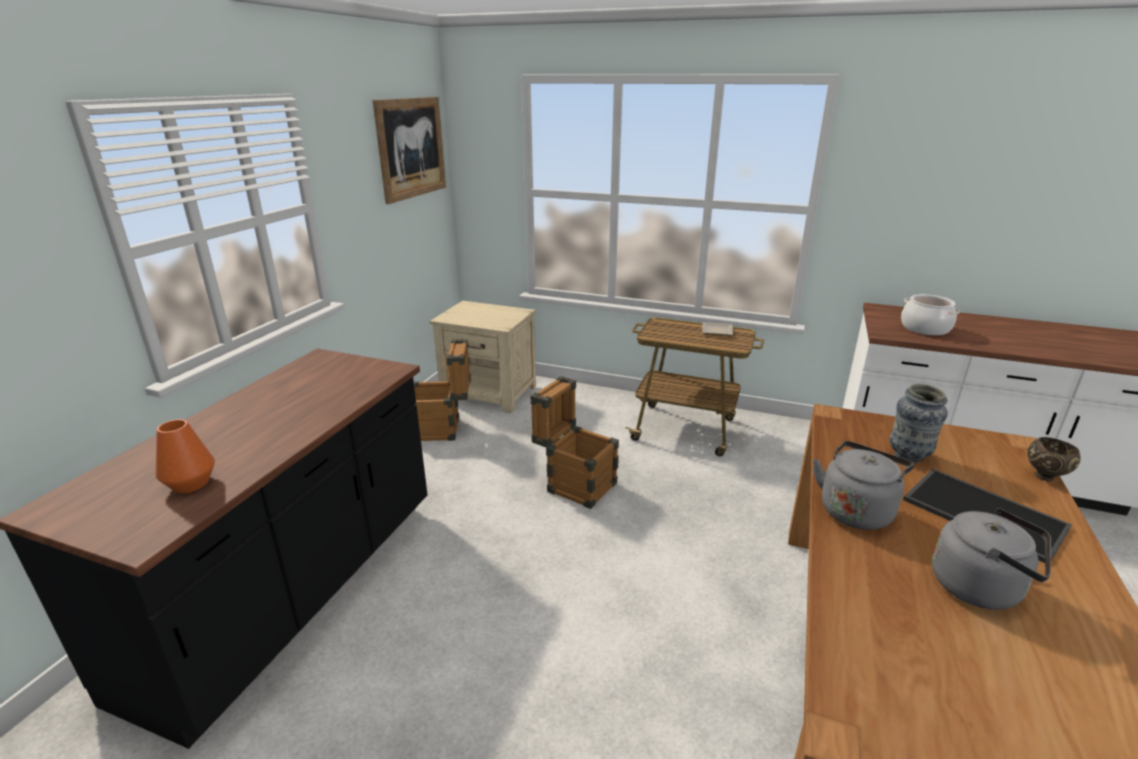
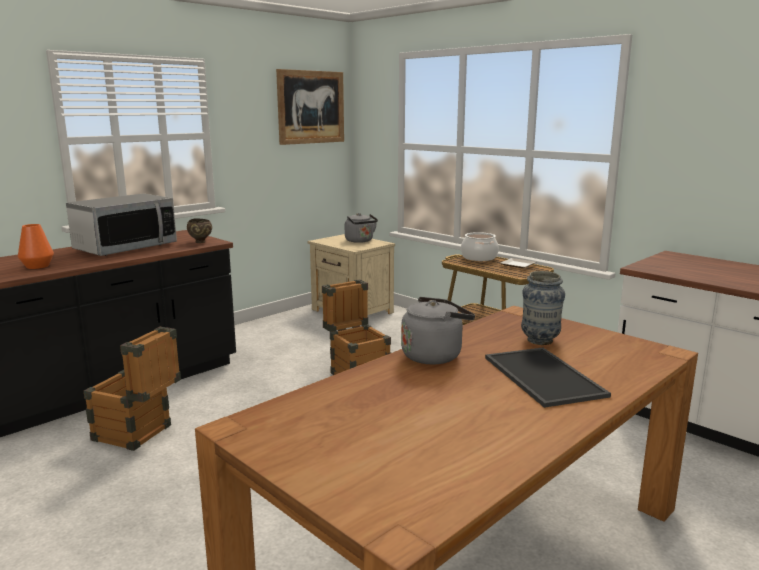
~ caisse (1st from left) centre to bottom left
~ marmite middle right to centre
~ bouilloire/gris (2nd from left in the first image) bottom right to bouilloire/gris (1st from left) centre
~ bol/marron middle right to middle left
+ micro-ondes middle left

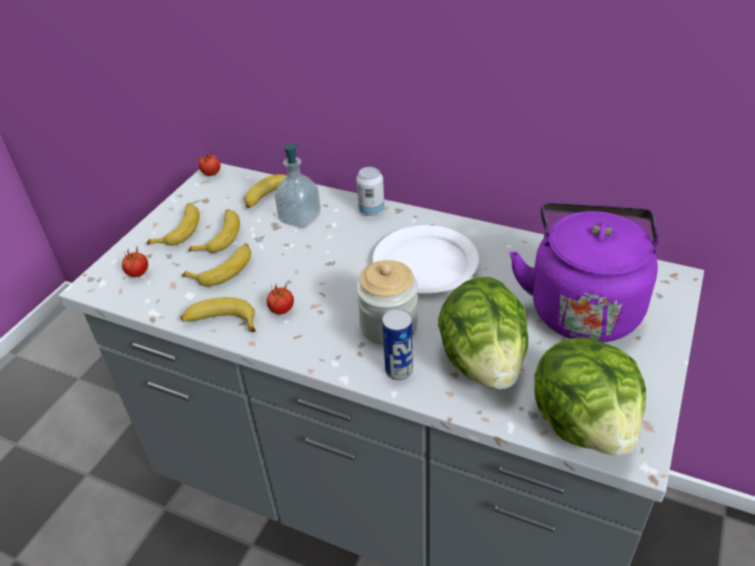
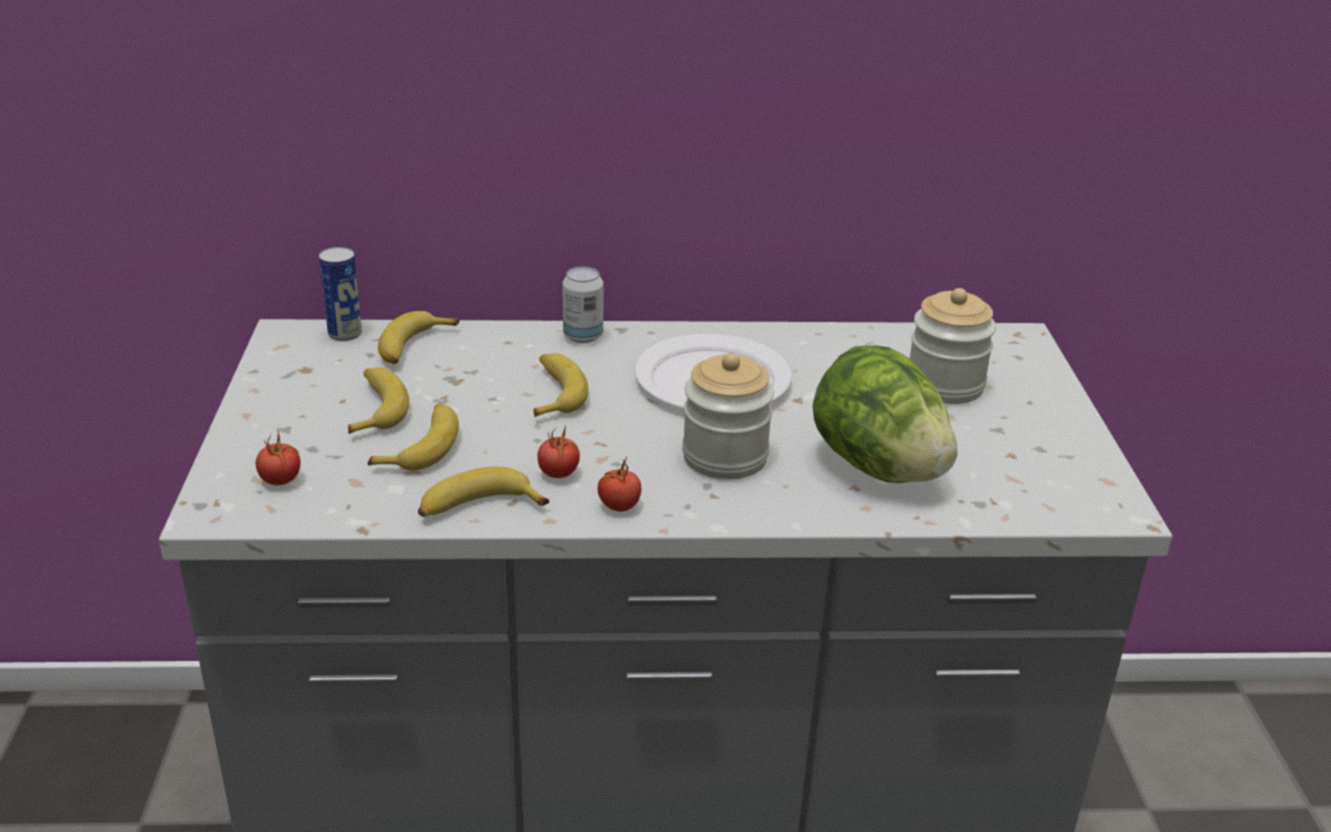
~ banane (1st from left in the first image) middle left to banane (5th from left) centre
~ tomate (2nd from left in the first image) top left to tomate (3rd from left) centre
- distributeur de savon top centre
~ boîte métallique (2nd from left in the first image) centre to boîte métallique (1st from left) middle left
~ bouilloire/violet middle right to bocal (2nd from left) middle right
- laitue (2nd from left) bottom right

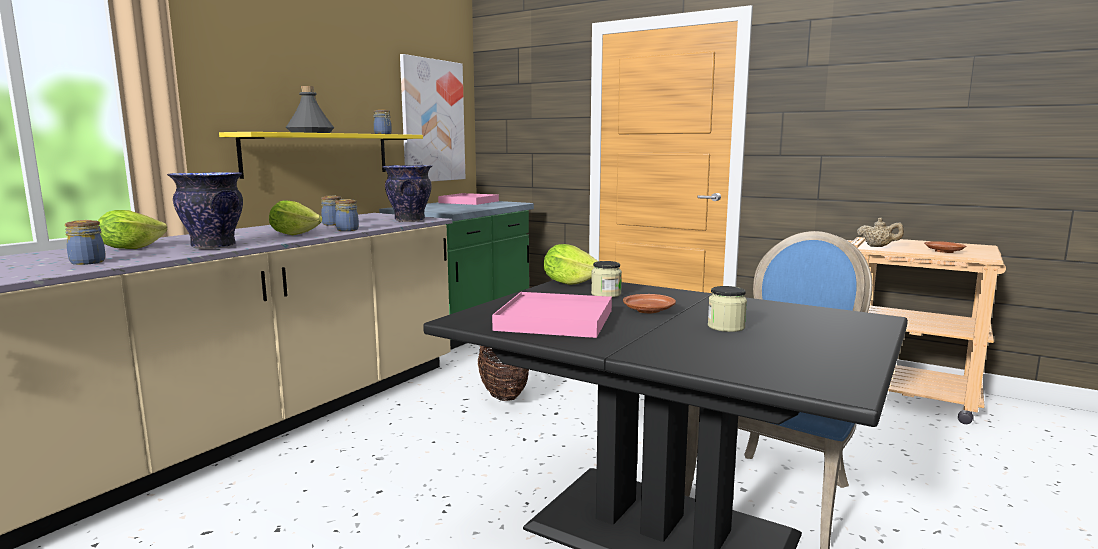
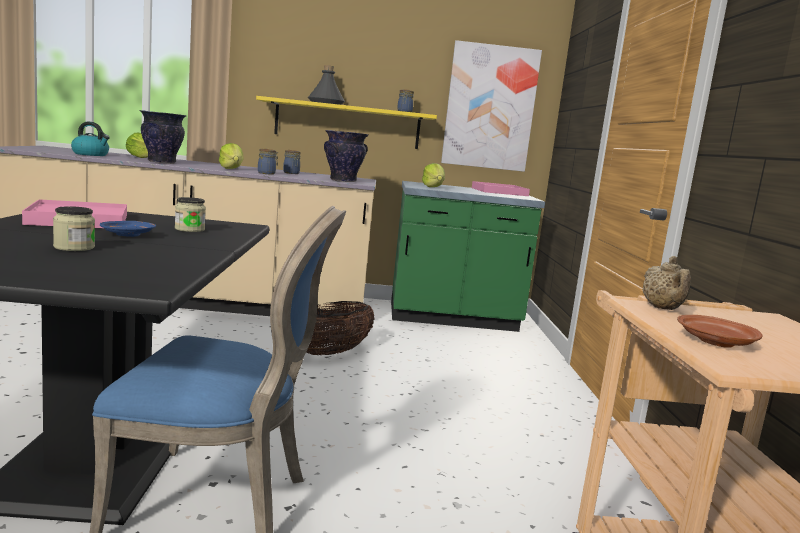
~ bocal (1st from left) middle left to bouilloire top left
~ laitue (3rd from left) centre to top centre
~ assiette/marron (1st from left) centre to assiette/bleu middle left

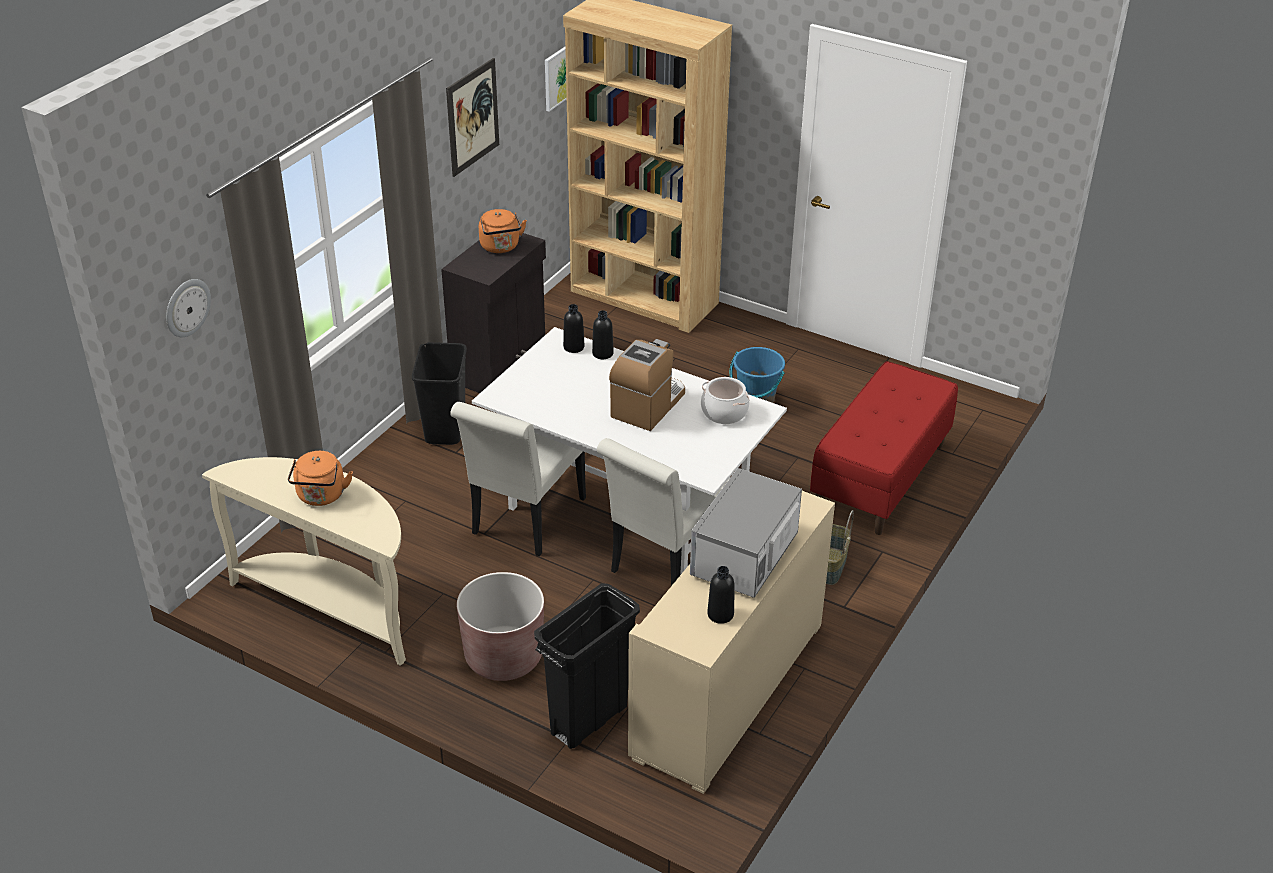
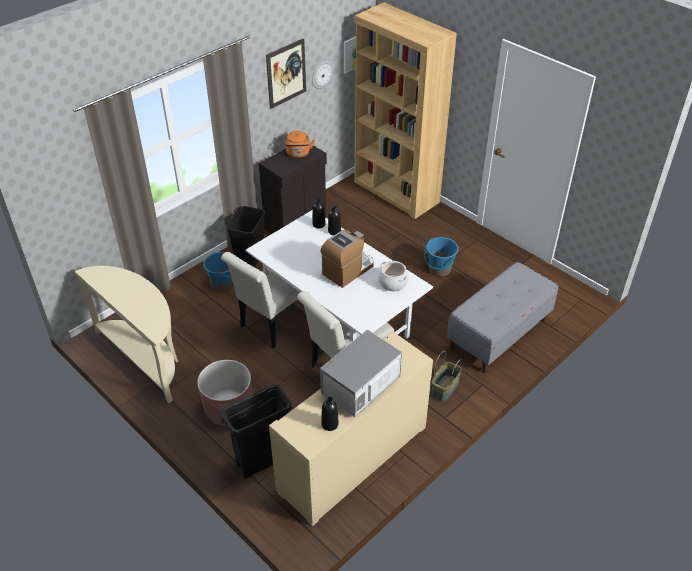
~ horloge murale middle left to top centre
- bouilloire/orange (1st from left) middle left
~ banc/rouge middle right to banc/gris middle right
+ seau/bleu (1st from left) middle left

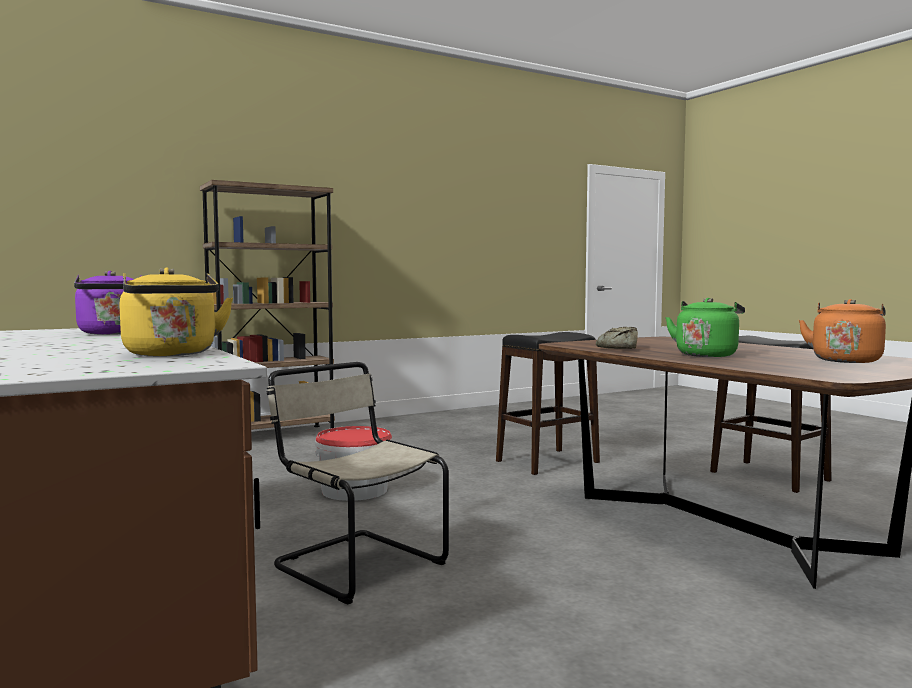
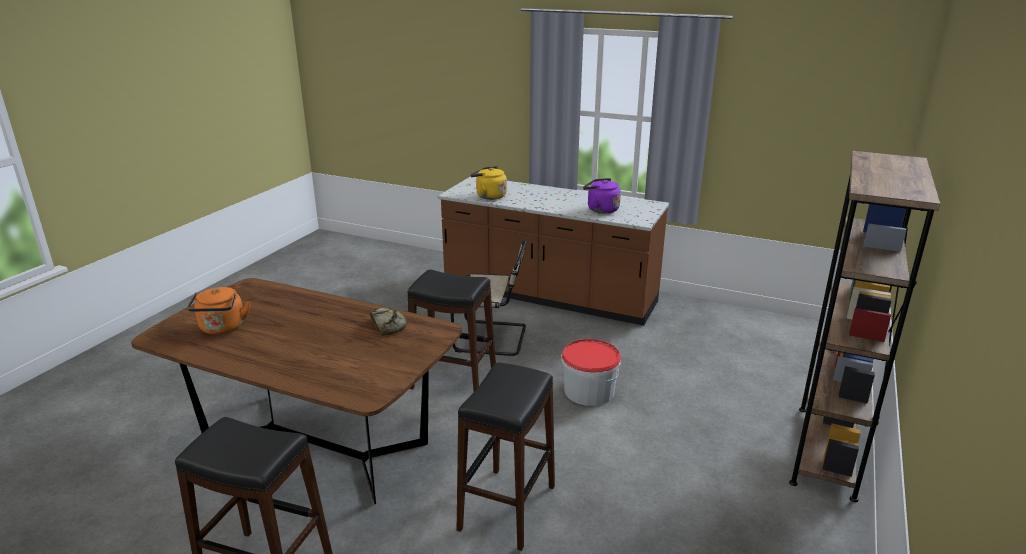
- bouilloire/vert middle right
+ tabouret/noir (2nd from left) centre

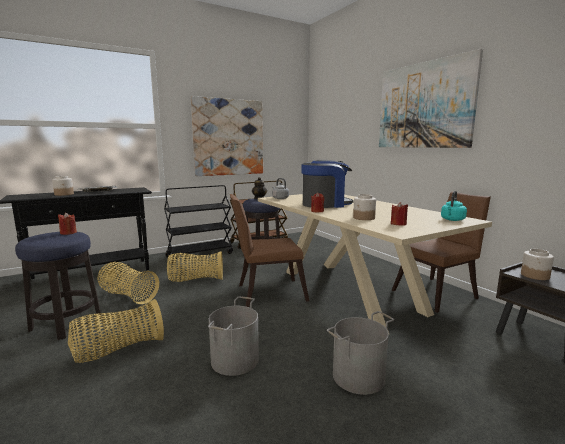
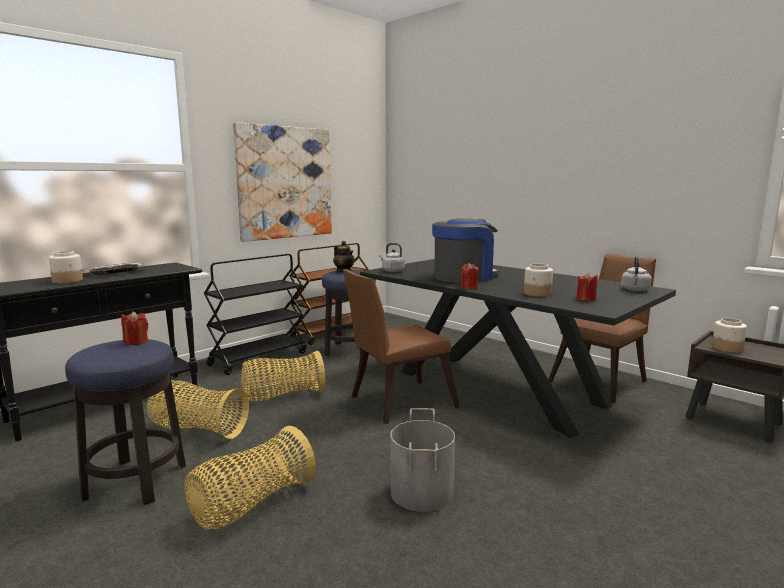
~ table à manger/beige centre to table à manger/noir centre
- seau/gris (2nd from left) bottom centre
- tableau (2nd from left) top right
~ bouilloire/turquoise middle right to bouilloire/gris (2nd from left) middle right

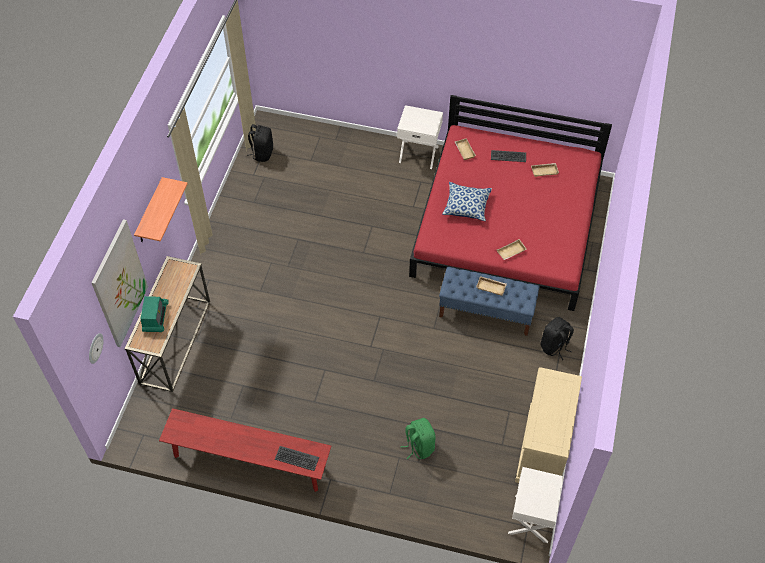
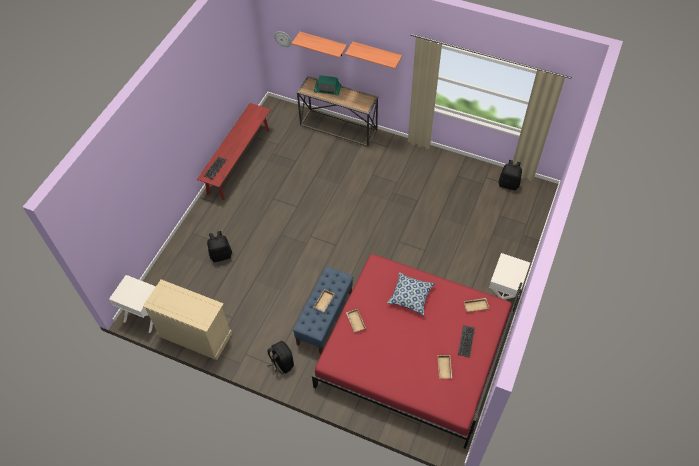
~ tableau middle left to étagère (1st from left) top centre
~ sac à dos/vert bottom centre to sac à dos/noir (1st from left) middle left

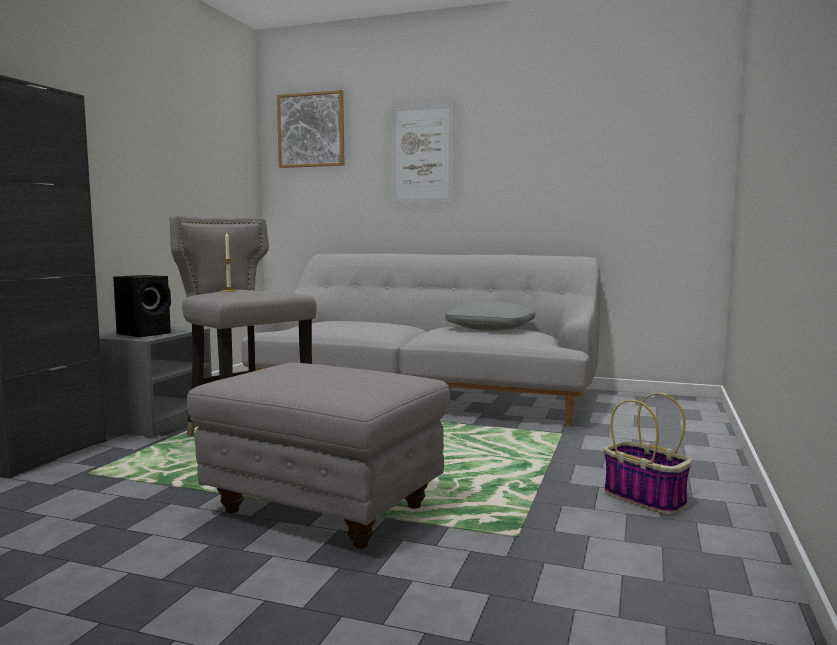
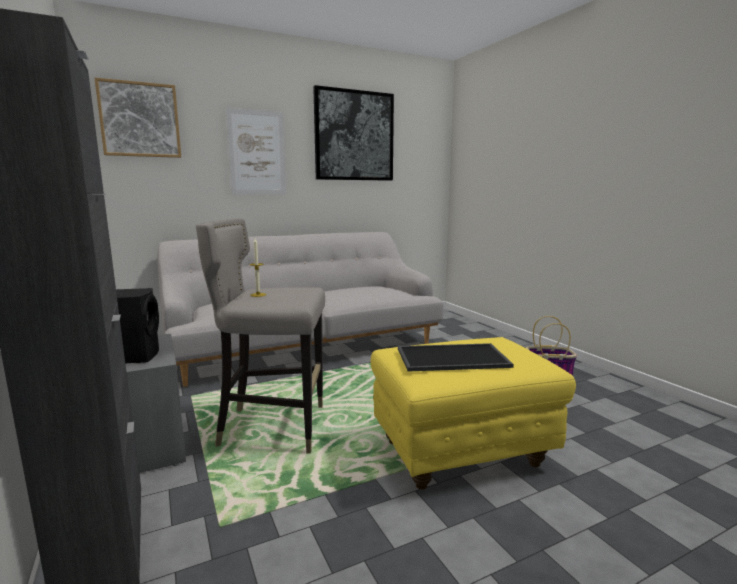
~ pouf/gris bottom centre to pouf/jaune bottom centre
- coussin/gris centre
+ tableau (3rd from left) top centre
+ plateau centre

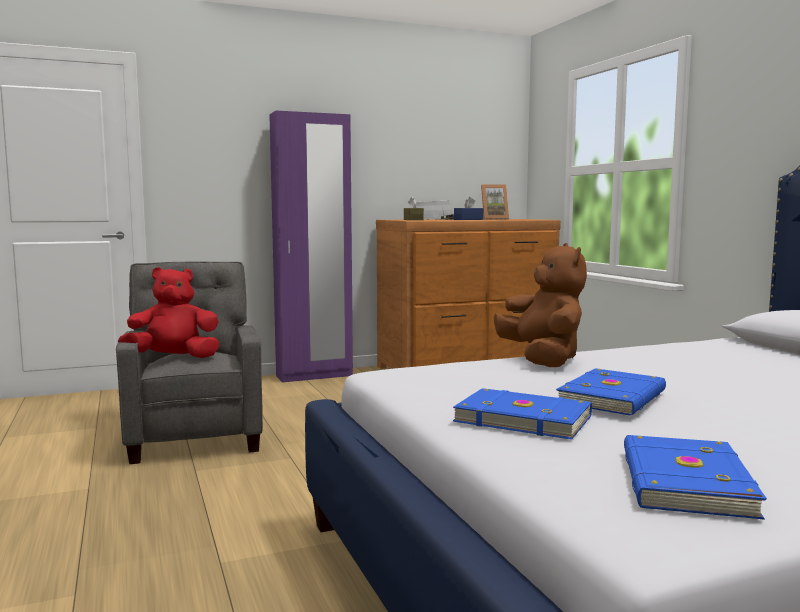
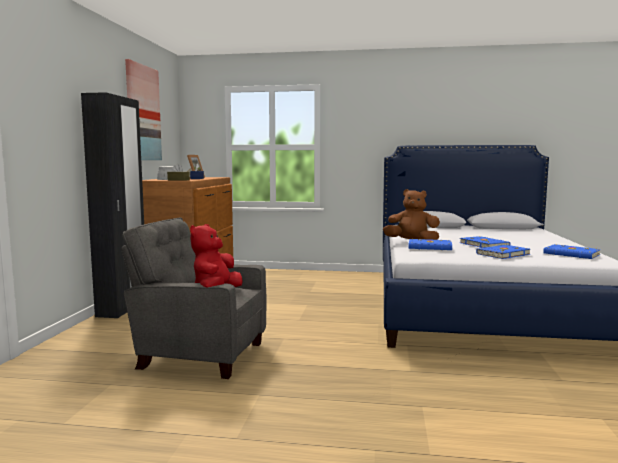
~ armoire/violet centre to armoire/noir middle left
+ tableau top left
+ livre/bleu (1st from left) middle right

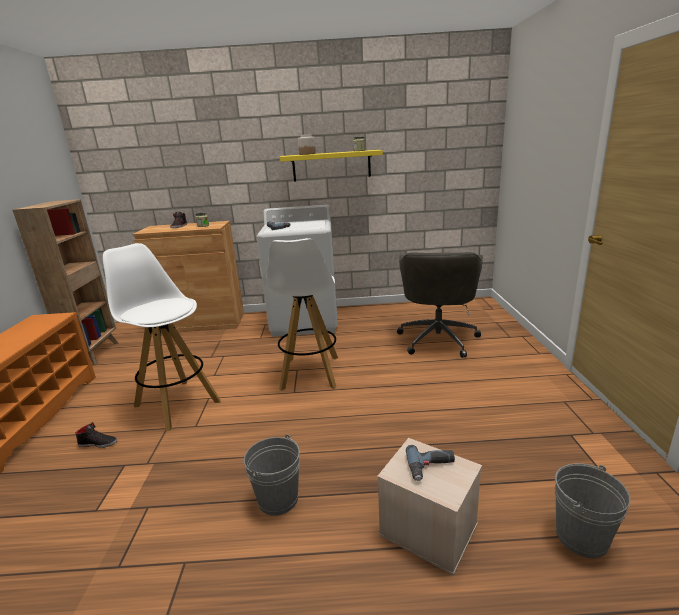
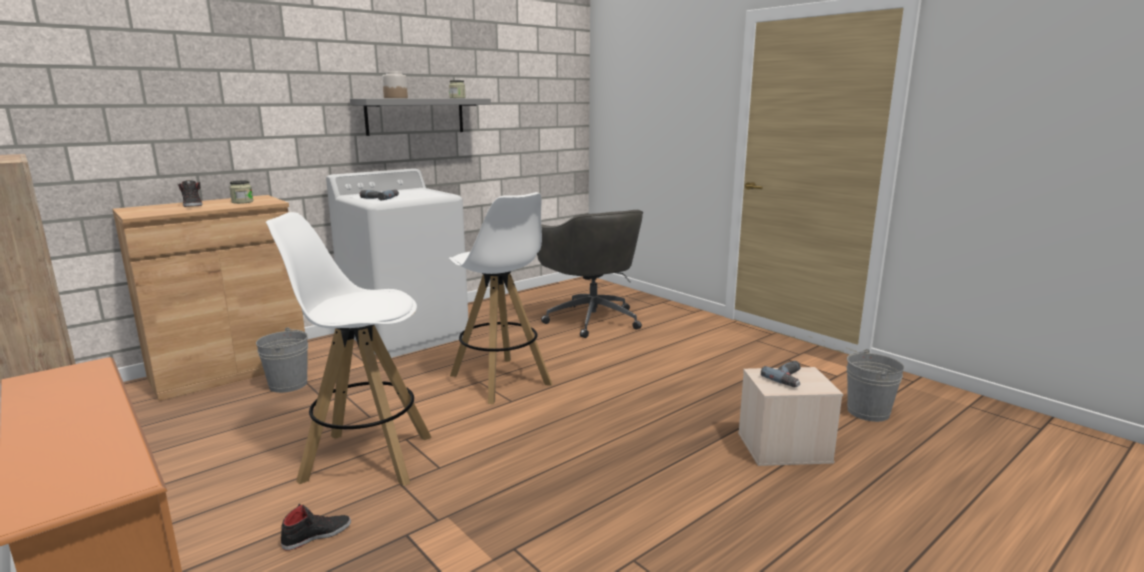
~ seau/gris (1st from left) bottom centre to middle left
~ étagère/jaune top centre to étagère/gris top centre

